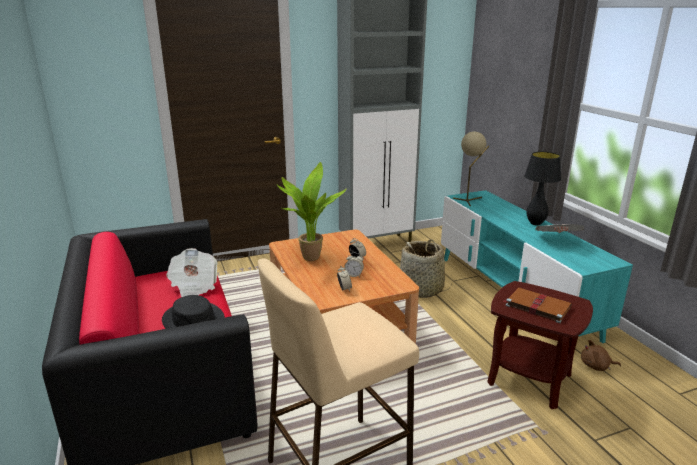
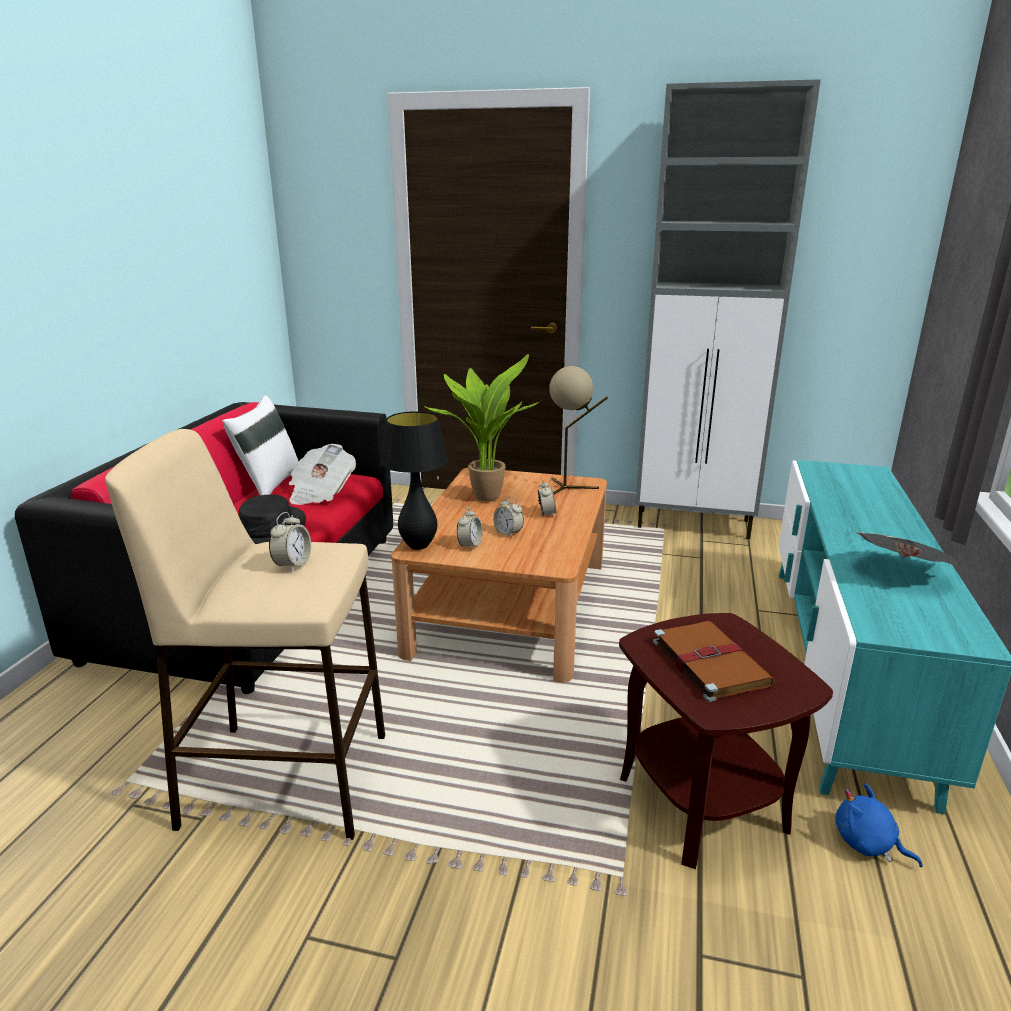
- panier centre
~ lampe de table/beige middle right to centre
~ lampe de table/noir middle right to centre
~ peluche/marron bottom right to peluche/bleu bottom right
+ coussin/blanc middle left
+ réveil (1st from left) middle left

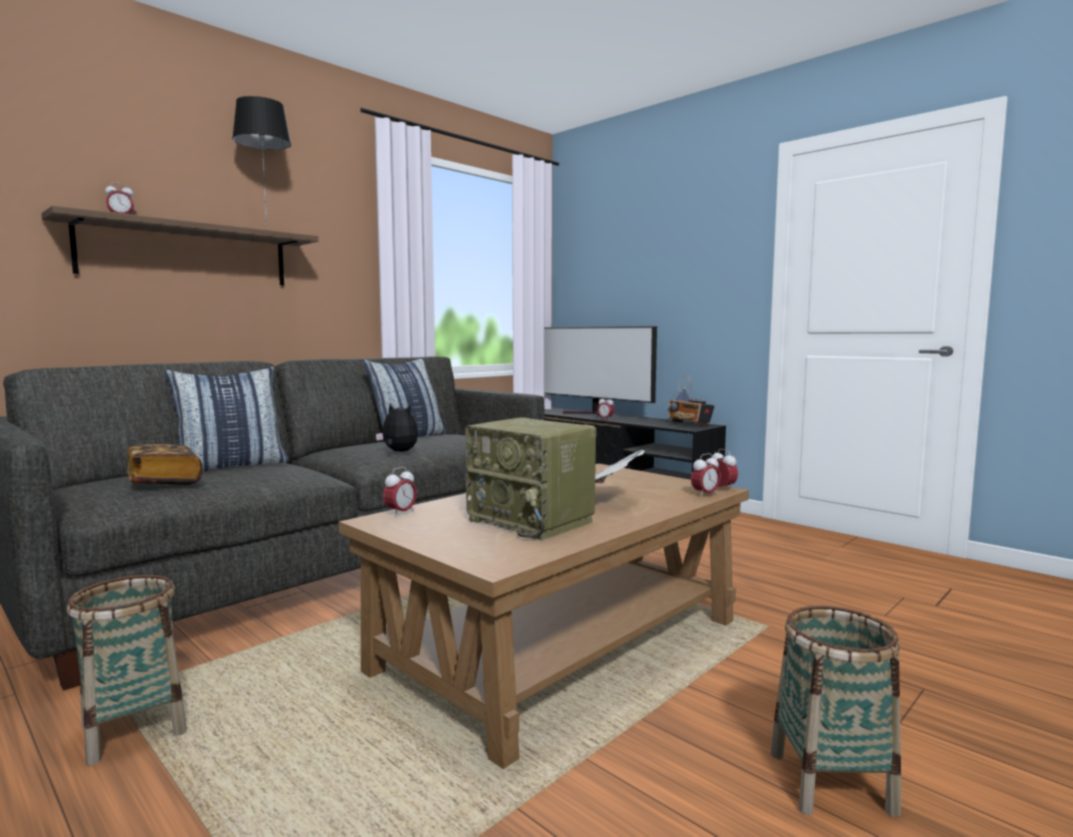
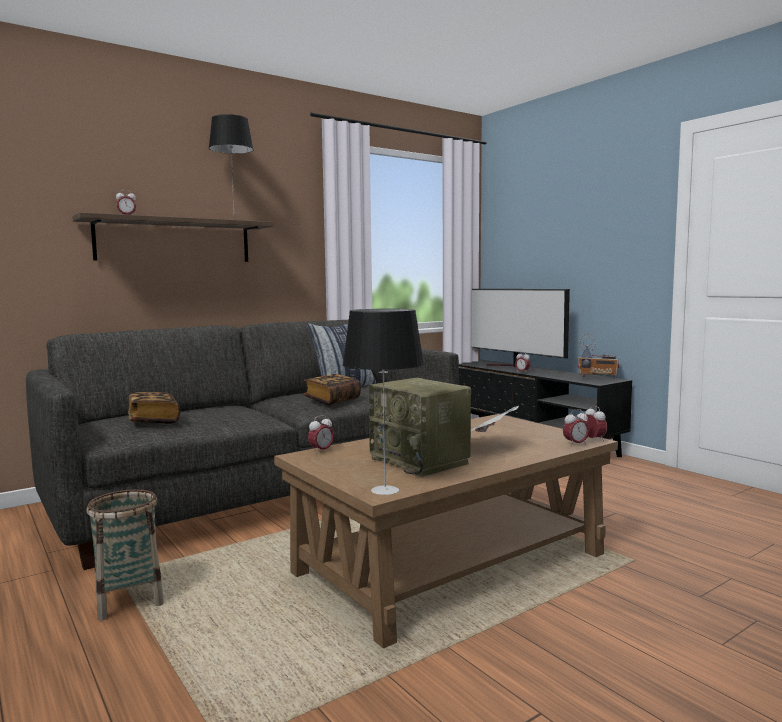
- coussin (1st from left) middle left
~ peluche centre to livre (2nd from left) centre
~ radio (2nd from left) centre = middle right 45 degrees counterclockwise
- panier (2nd from left) bottom right
+ lampe de table (2nd from left) centre

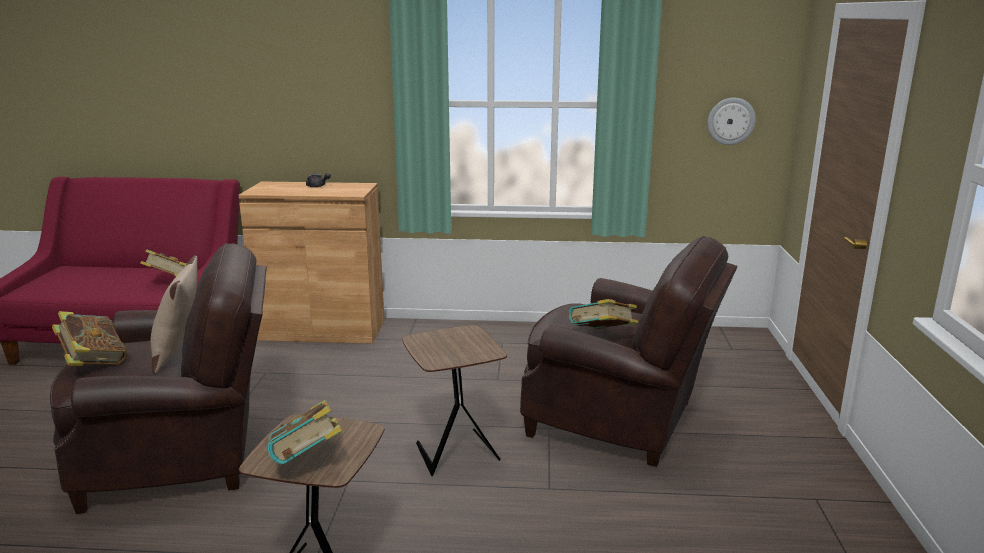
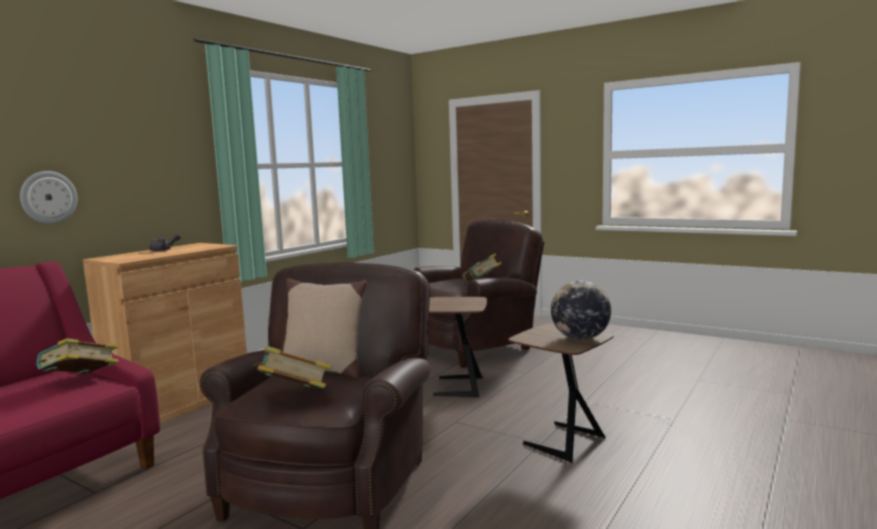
~ livre (3rd from left) bottom left to globe centre
~ horloge murale top right to middle left

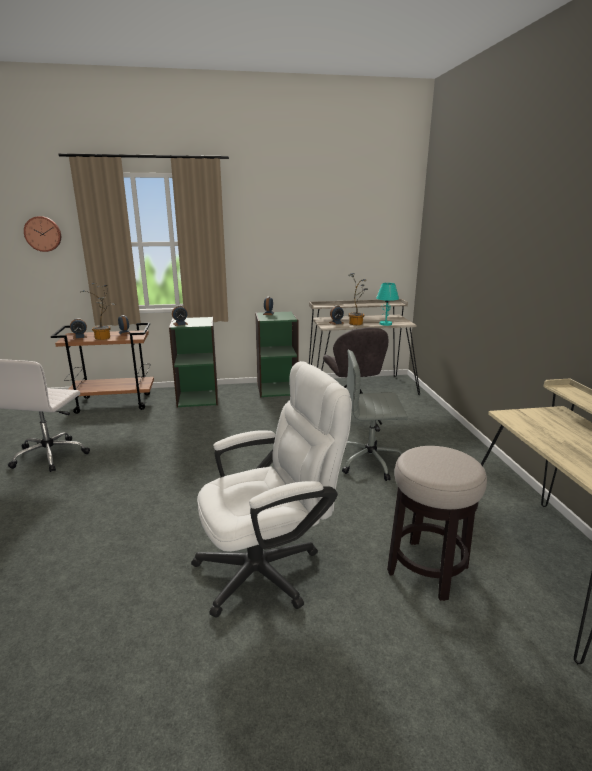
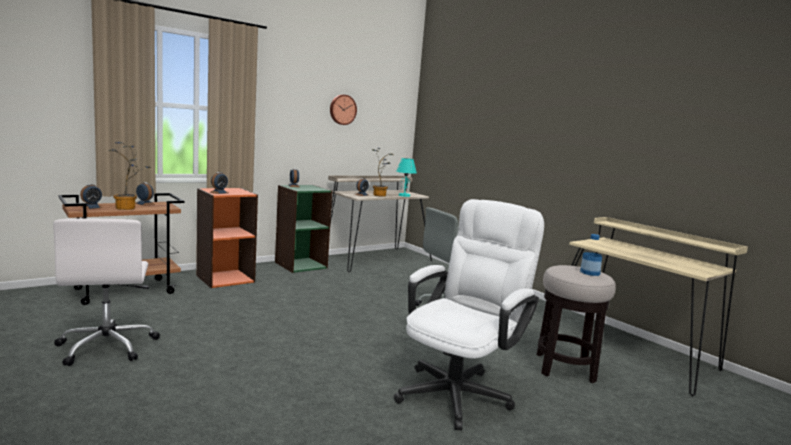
~ horloge murale top left to top centre
~ bibliothèque/vert (1st from left) middle left to bibliothèque/orange middle left
- chaise/gris centre
+ bouteille middle right

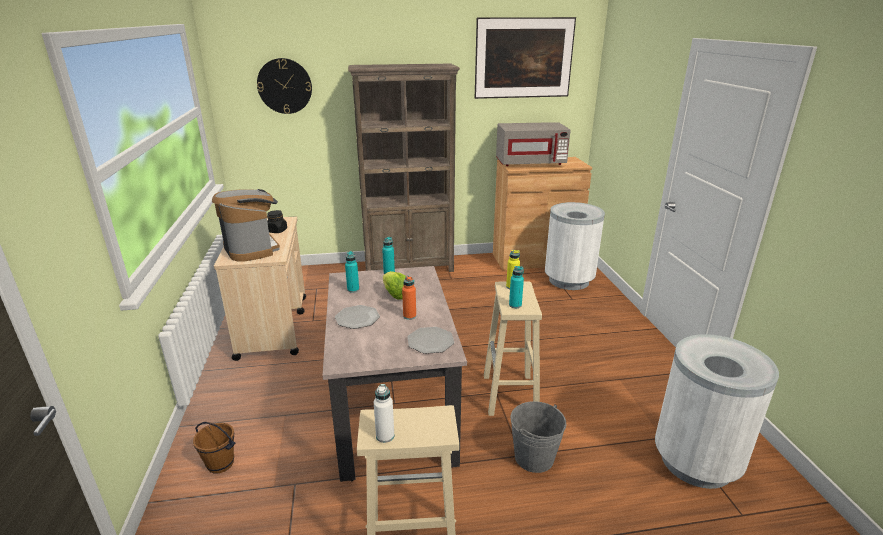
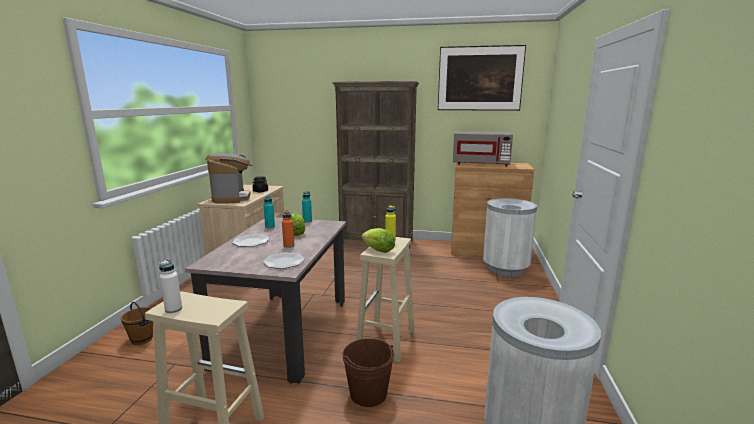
- horloge murale top left
~ bouteille/turquoise (3rd from left) centre to laitue (2nd from left) centre
~ seau/gris bottom centre to seau/marron (2nd from left) bottom centre

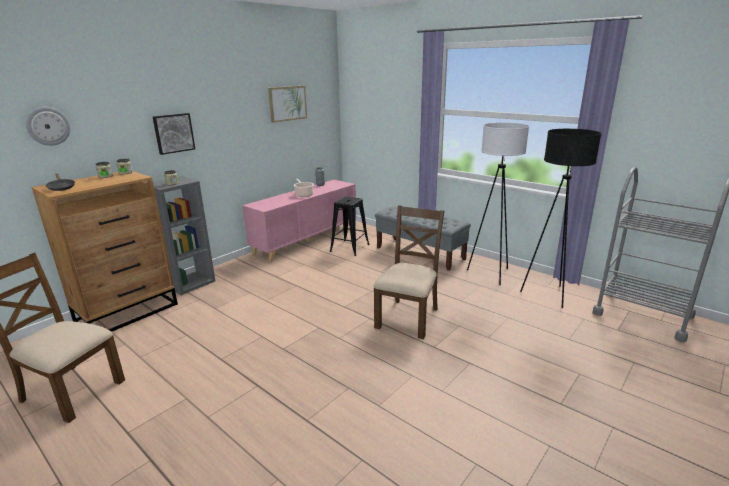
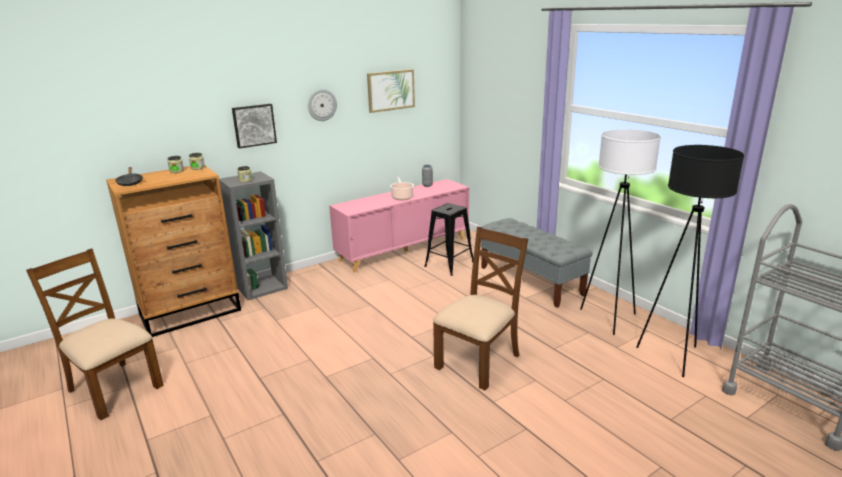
~ horloge murale top left to top centre

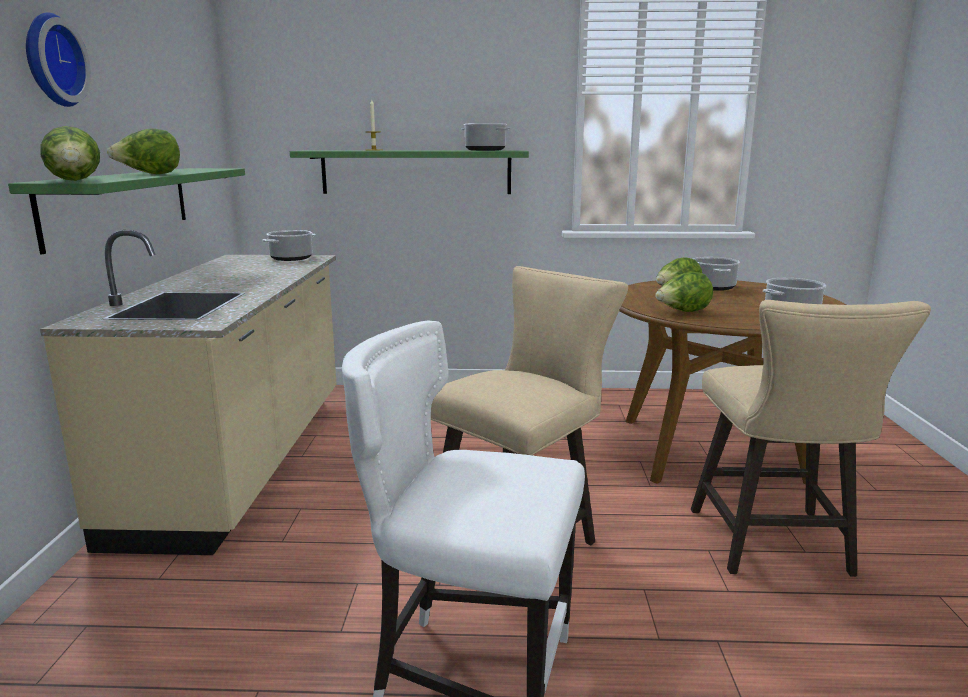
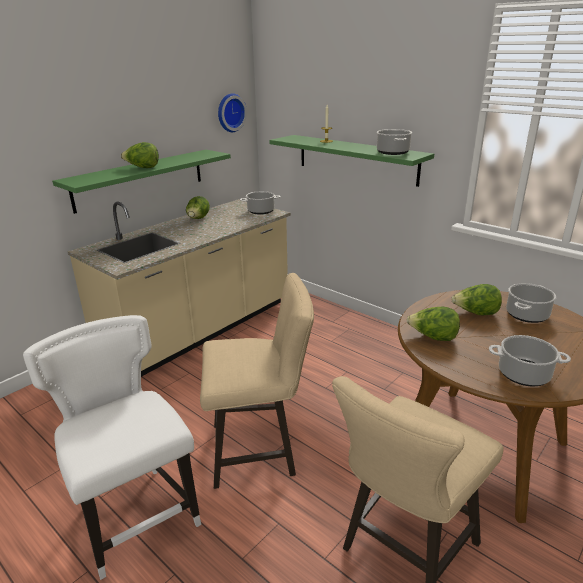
~ horloge murale top left to top centre
~ laitue (1st from left in the first image) top left to laitue (2nd from left) centre

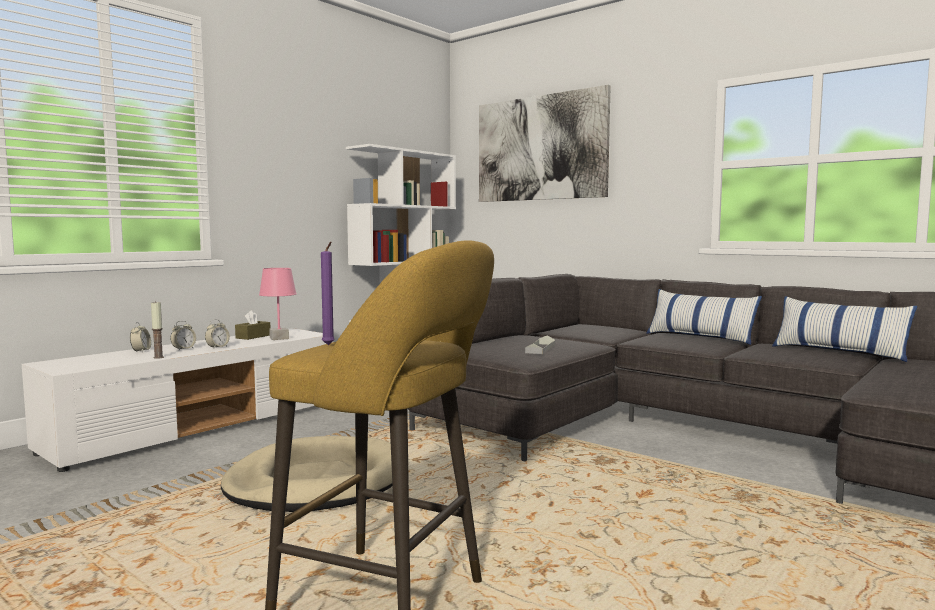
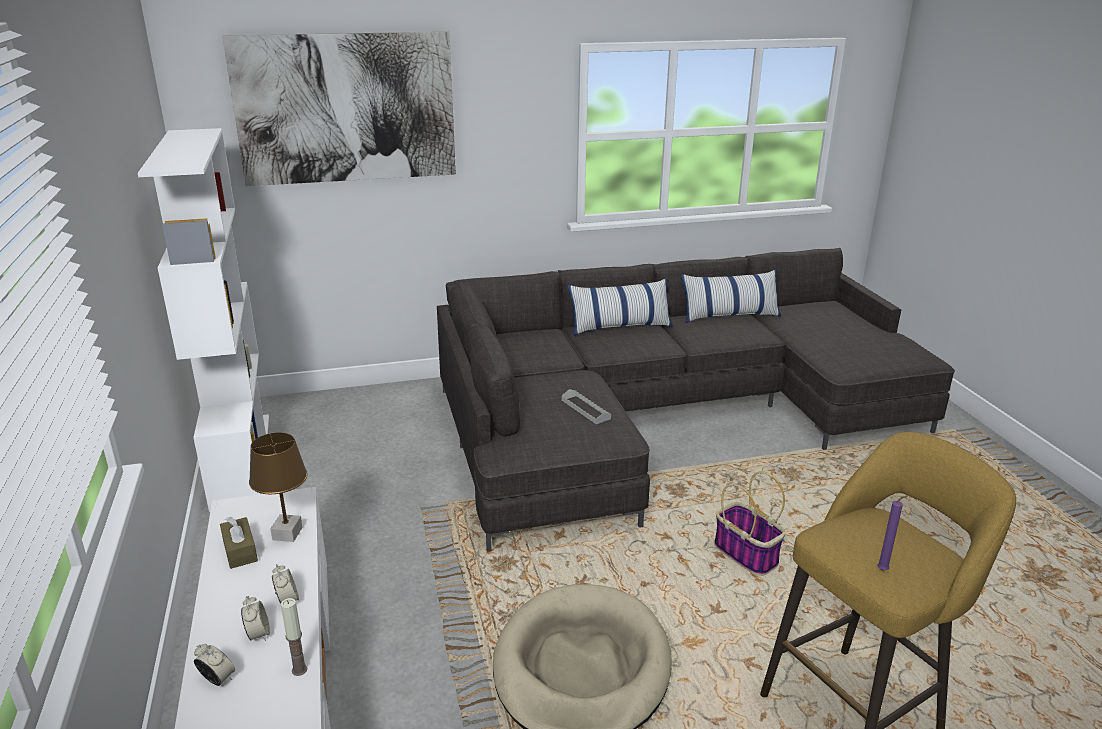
~ lampe de table/rose middle left to lampe de table/marron bottom left
+ panier bottom right

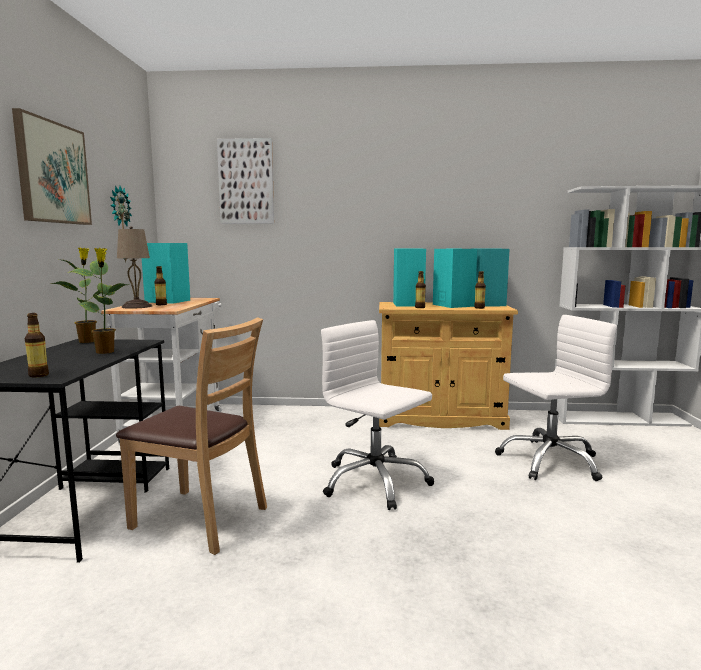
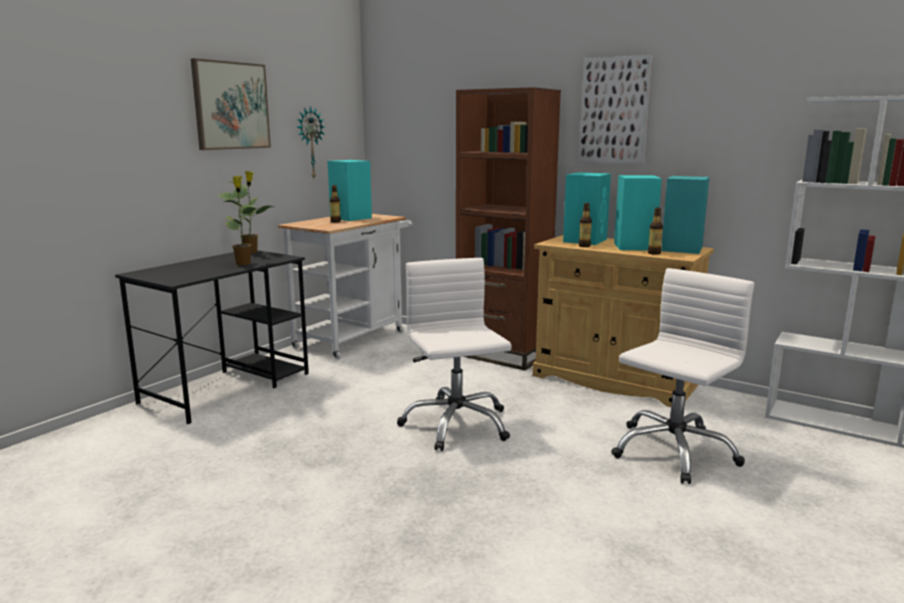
- bouteille (1st from left) middle left
- chaise/marron middle left
- lampe de table/beige middle left
~ tableau (2nd from left) top centre to top right
~ chaise de bureau/blanc (2nd from left) middle right = middle right 60 degrees counterclockwise
+ bibliothèque/marron centre

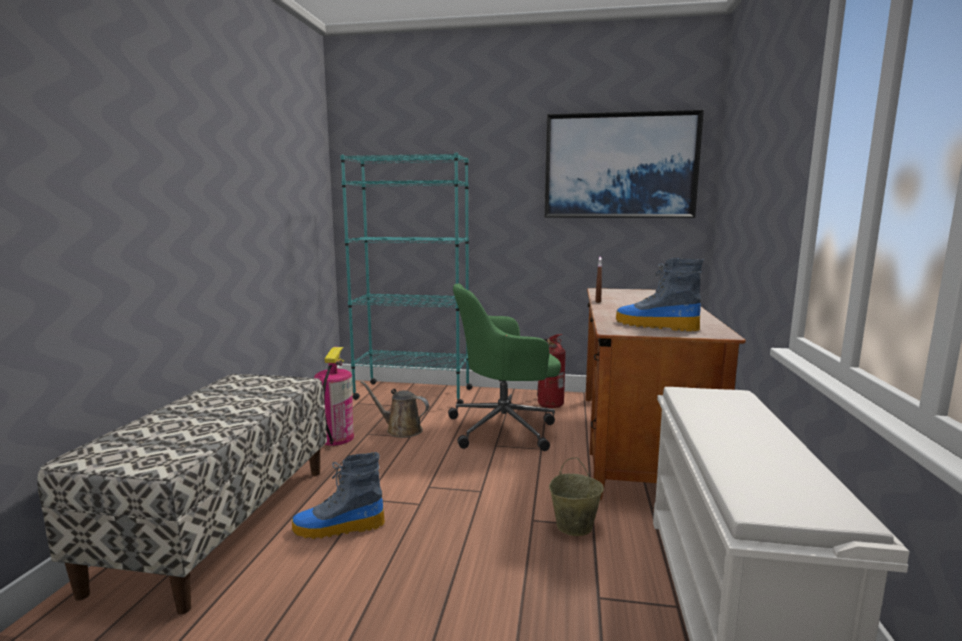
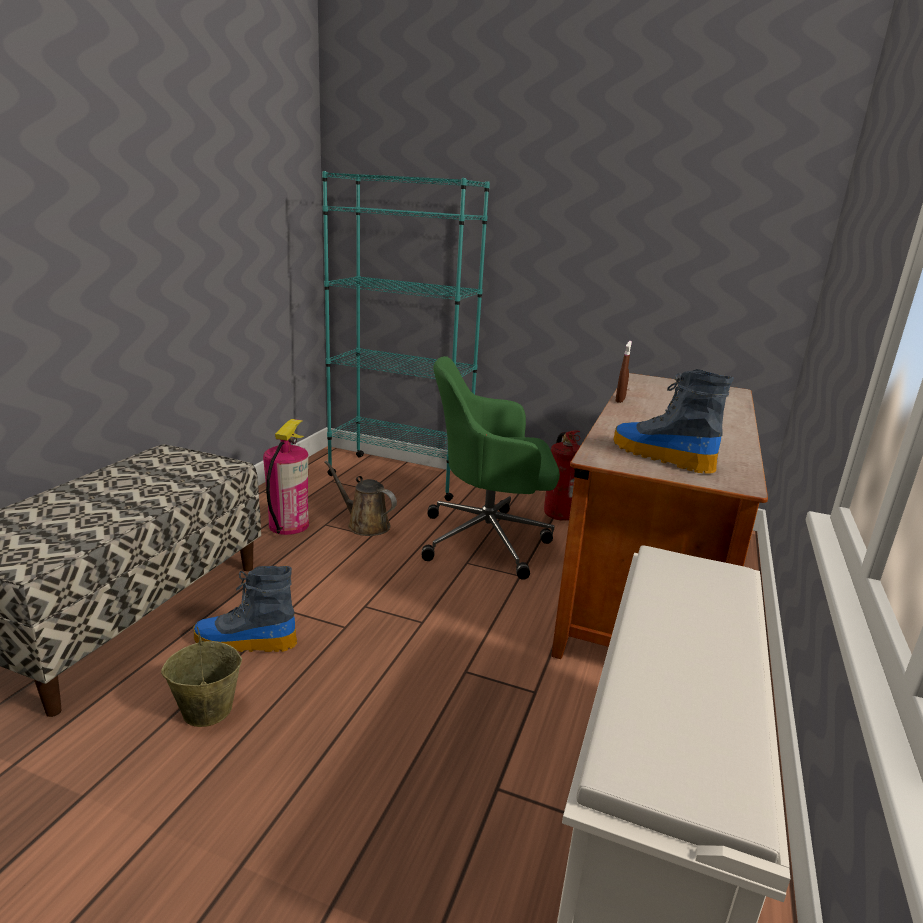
- tableau top centre
~ seau/beige bottom centre to bottom left

